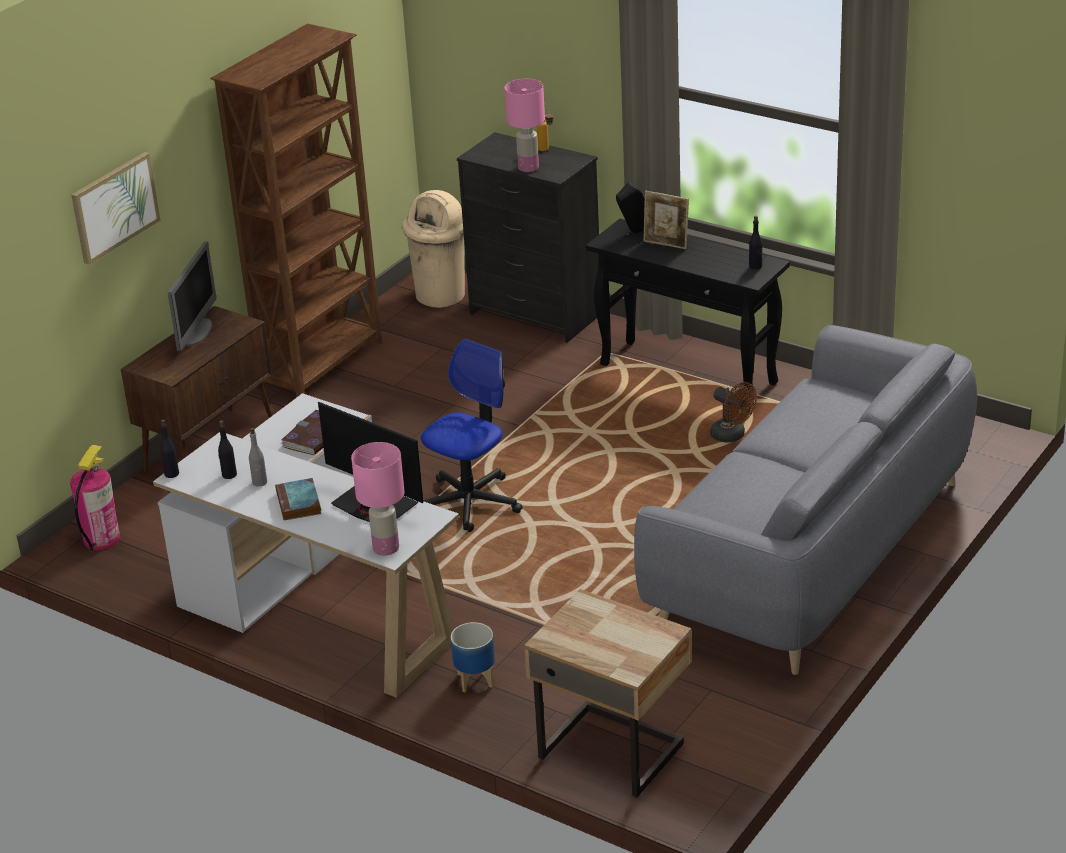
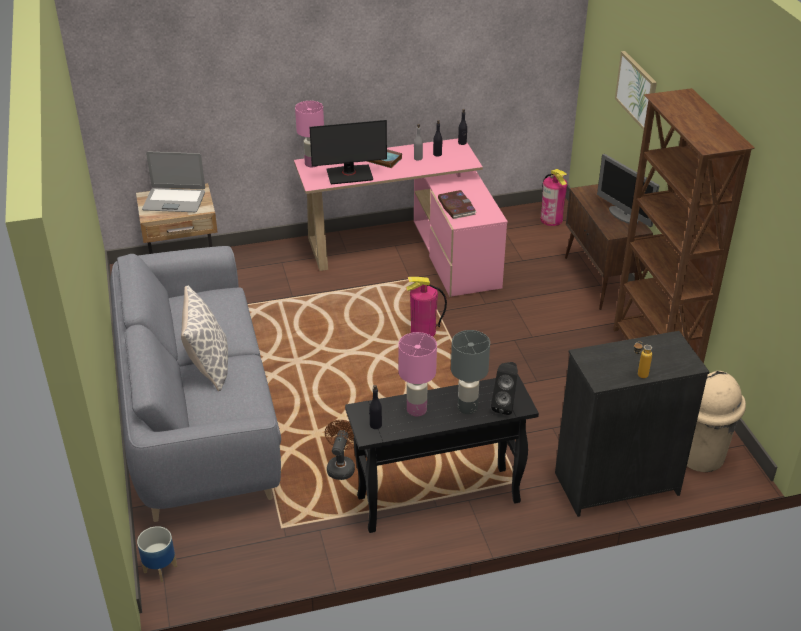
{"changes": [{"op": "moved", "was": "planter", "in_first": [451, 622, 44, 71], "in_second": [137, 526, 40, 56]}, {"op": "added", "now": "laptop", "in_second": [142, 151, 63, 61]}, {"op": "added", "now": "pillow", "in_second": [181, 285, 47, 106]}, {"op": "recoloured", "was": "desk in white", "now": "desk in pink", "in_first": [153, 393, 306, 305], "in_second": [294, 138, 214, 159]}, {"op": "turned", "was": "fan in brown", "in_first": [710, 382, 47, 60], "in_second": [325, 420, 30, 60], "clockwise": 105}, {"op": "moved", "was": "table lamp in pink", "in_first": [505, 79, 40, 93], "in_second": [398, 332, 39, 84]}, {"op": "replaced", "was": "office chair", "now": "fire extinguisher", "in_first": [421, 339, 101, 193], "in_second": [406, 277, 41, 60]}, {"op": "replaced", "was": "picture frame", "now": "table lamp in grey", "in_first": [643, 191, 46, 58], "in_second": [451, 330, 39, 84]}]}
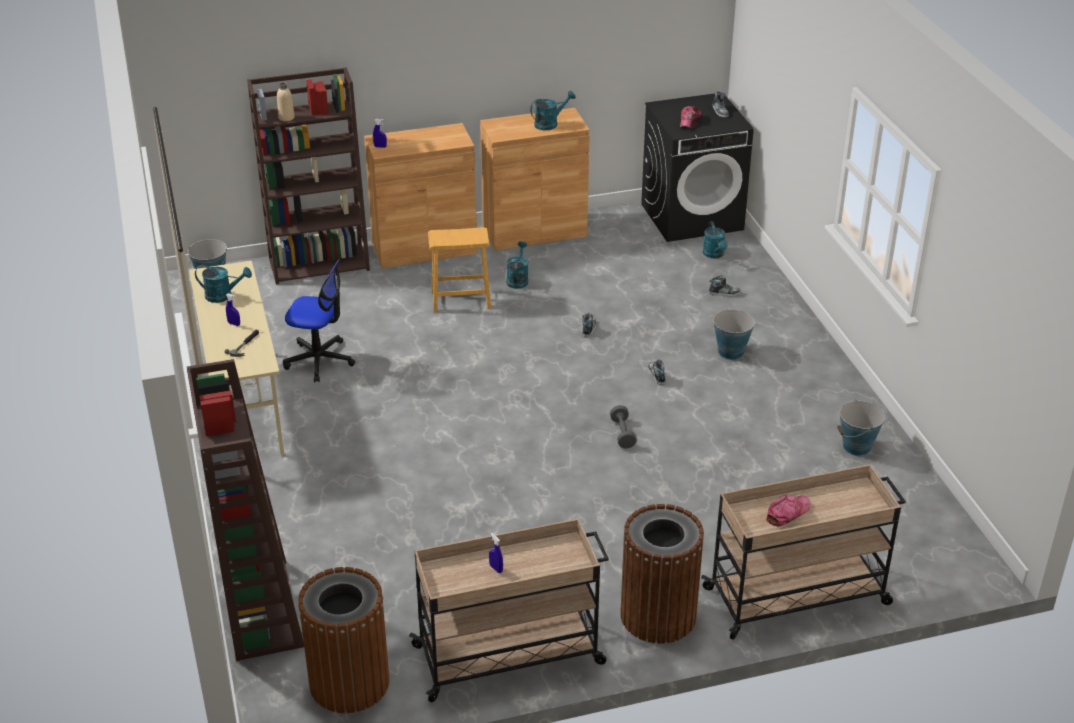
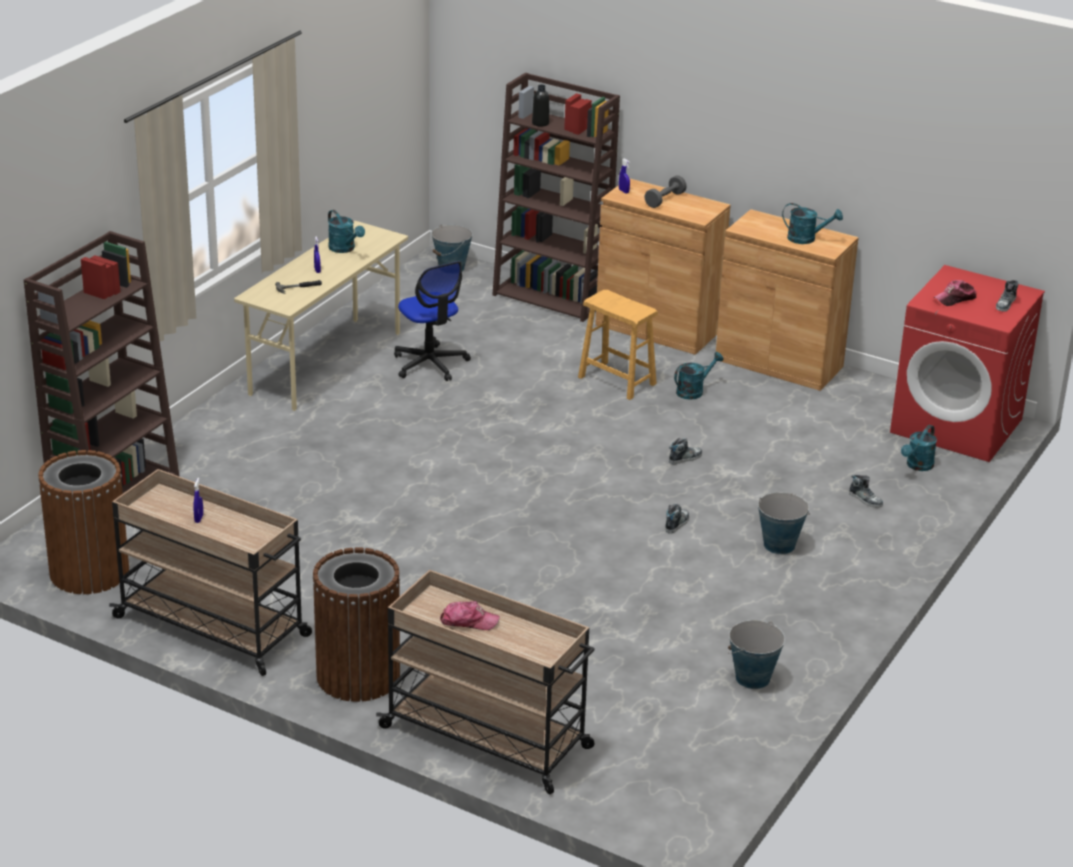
{"changes": [{"op": "recoloured", "was": "bottle in beige", "now": "bottle in black", "in_first": [277, 83, 18, 38], "in_second": [532, 84, 17, 43]}, {"op": "moved", "was": "dumbbell in grey", "in_first": [610, 405, 27, 43], "in_second": [644, 175, 43, 33]}, {"op": "recoloured", "was": "washing machine in black", "now": "washing machine in red", "in_first": [641, 93, 113, 149], "in_second": [890, 265, 155, 197]}]}
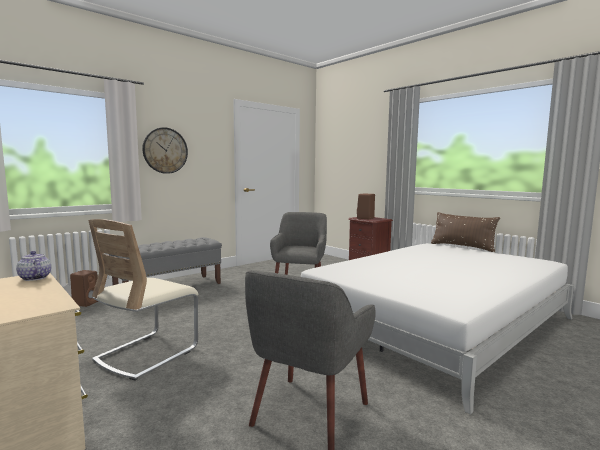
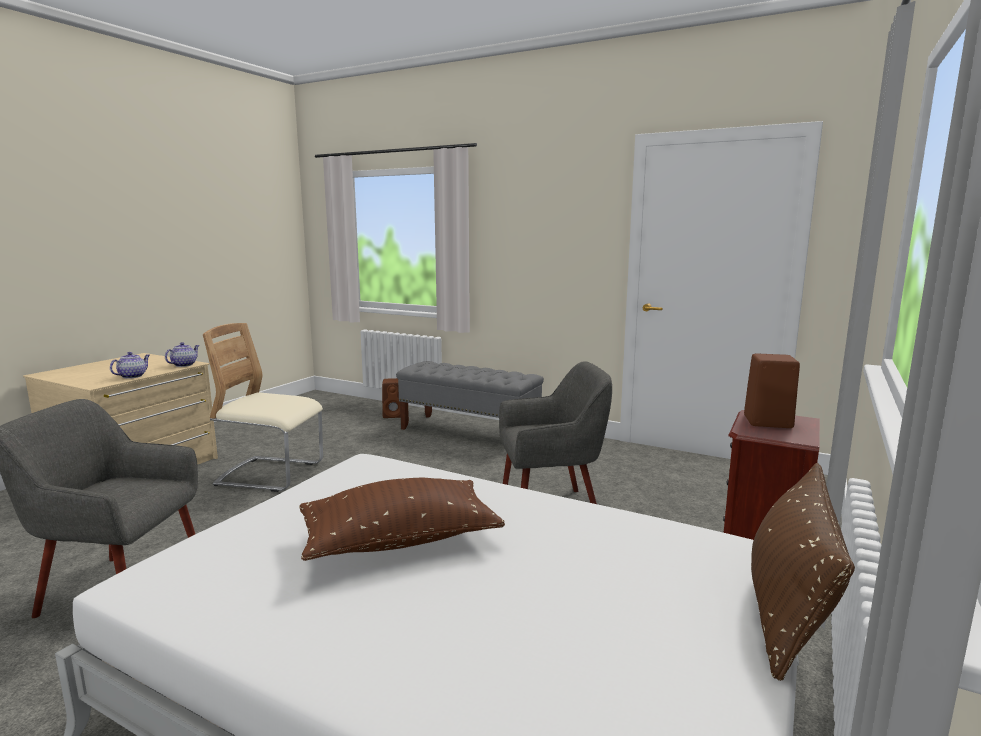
{"changes": [{"op": "added", "now": "teapot", "in_second": [110, 352, 40, 27]}, {"op": "added", "now": "pillow in brown", "in_second": [299, 478, 206, 83]}, {"op": "removed", "was": "wall clock", "in_first": [142, 127, 46, 47]}]}
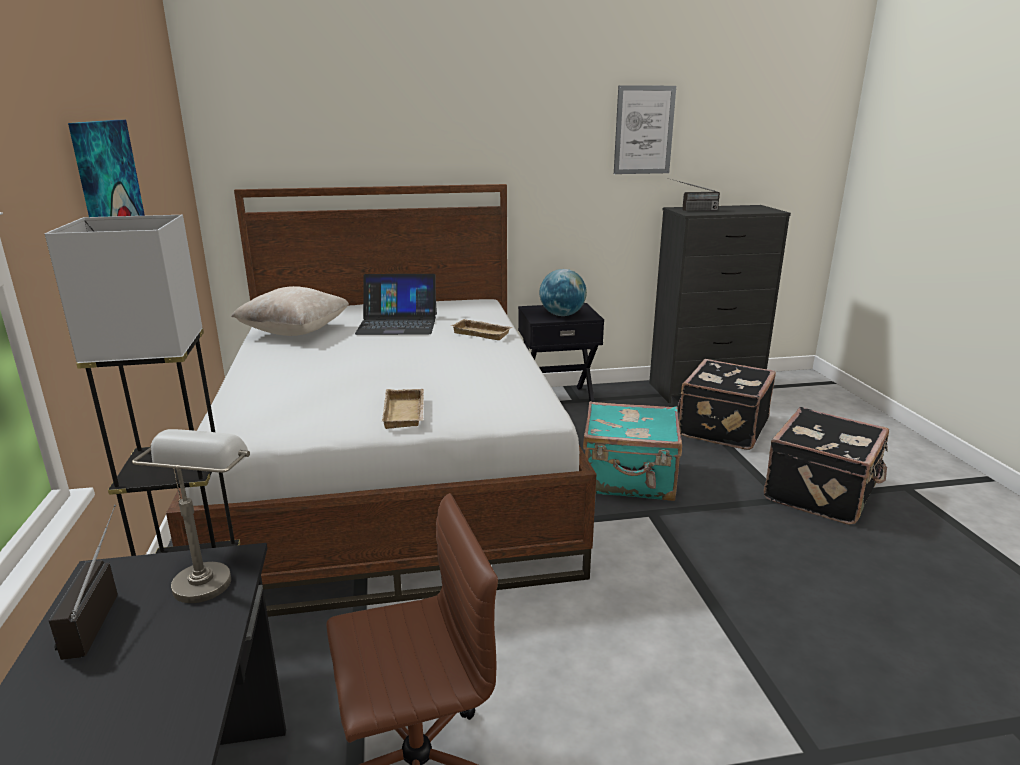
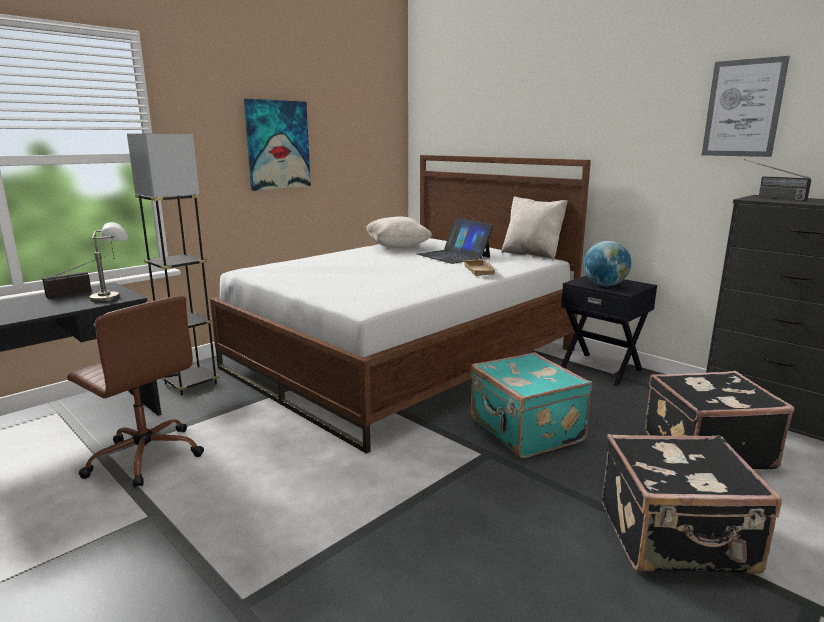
{"changes": [{"op": "added", "now": "pillow in beige", "in_second": [501, 196, 67, 64]}, {"op": "removed", "was": "tray in beige", "in_first": [382, 389, 42, 40]}]}
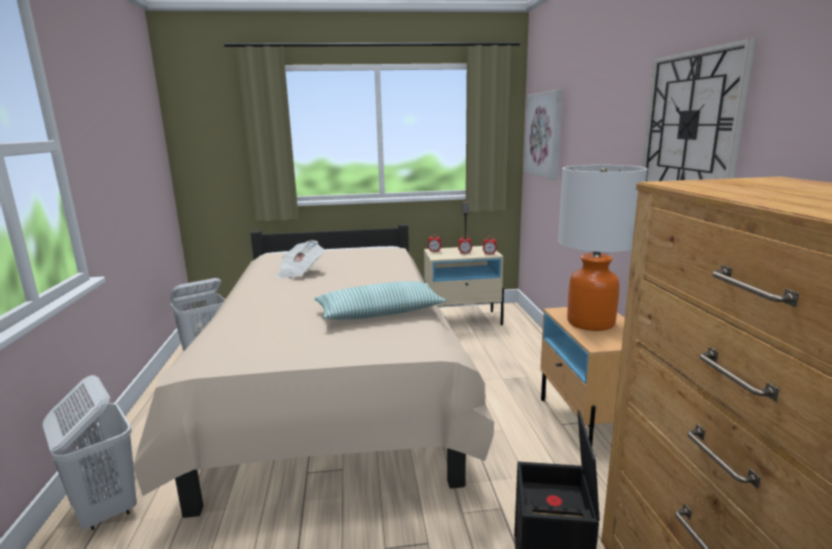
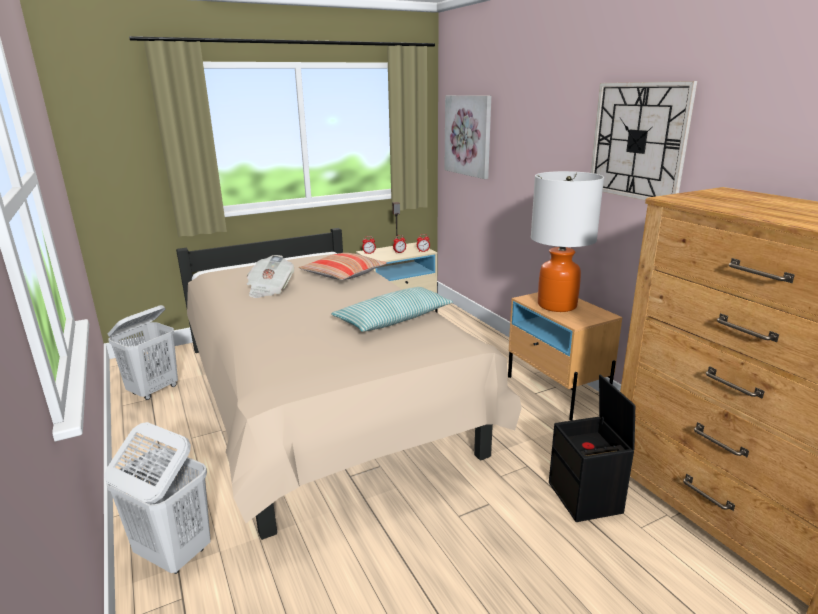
{"changes": [{"op": "added", "now": "pillow", "in_second": [299, 253, 88, 27]}]}
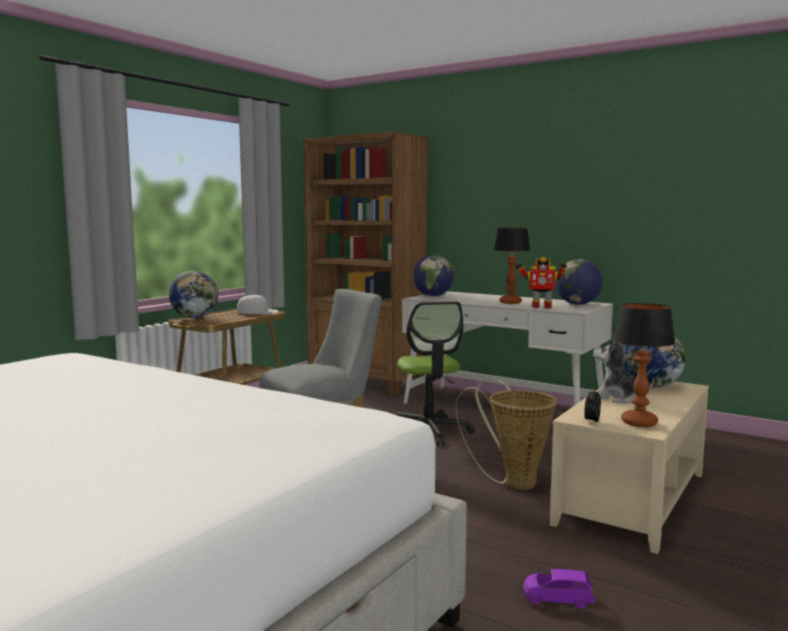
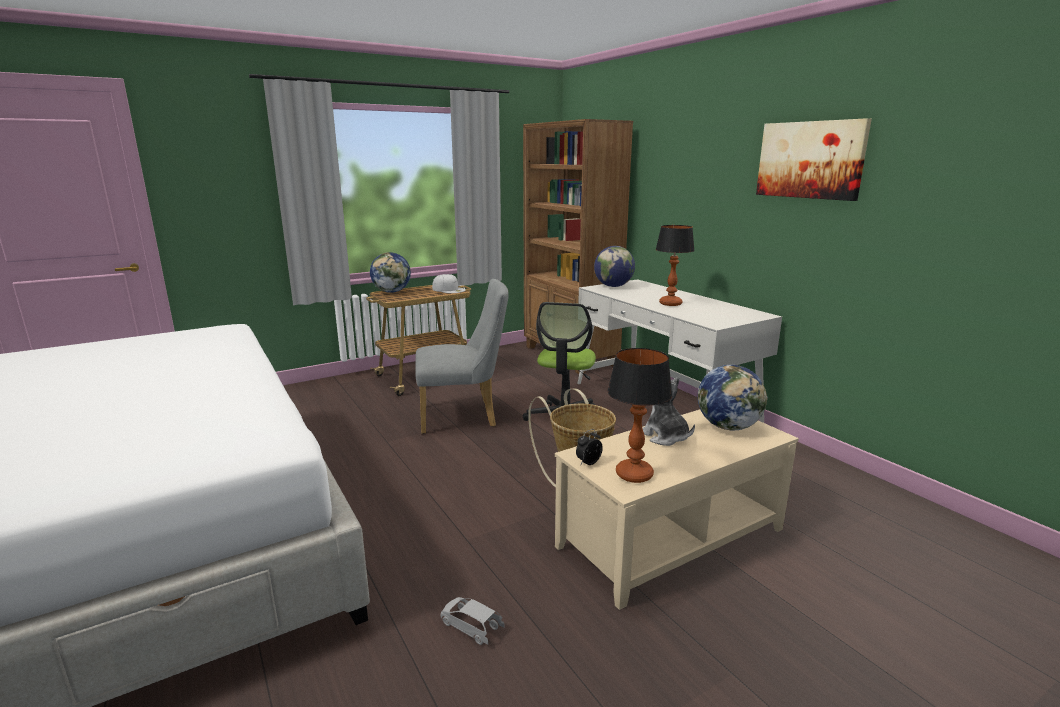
{"changes": [{"op": "recoloured", "was": "toy car in purple", "now": "toy car in grey", "in_first": [523, 569, 72, 40], "in_second": [441, 597, 63, 48]}, {"op": "added", "now": "picture", "in_second": [756, 118, 116, 83]}, {"op": "removed", "was": "toy robot", "in_first": [515, 257, 52, 52]}, {"op": "removed", "was": "globe", "in_first": [555, 259, 47, 46]}]}
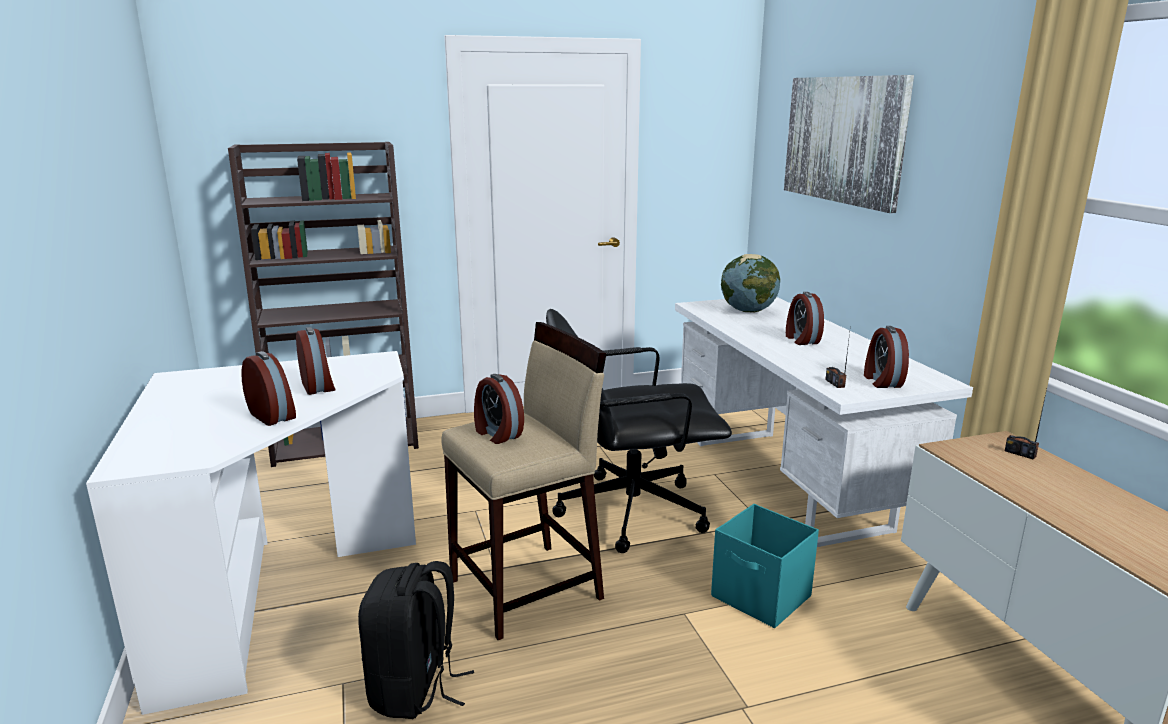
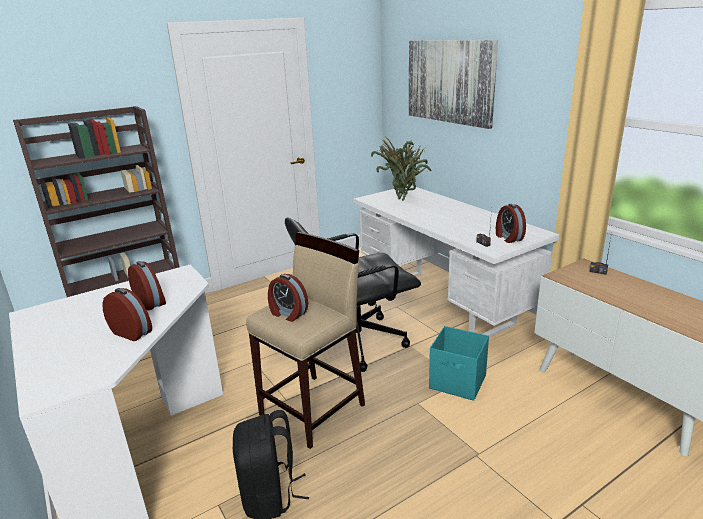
{"changes": [{"op": "replaced", "was": "globe", "now": "potted plant", "in_first": [721, 254, 59, 59], "in_second": [371, 138, 61, 63]}, {"op": "removed", "was": "alarm clock", "in_first": [786, 292, 38, 53]}]}
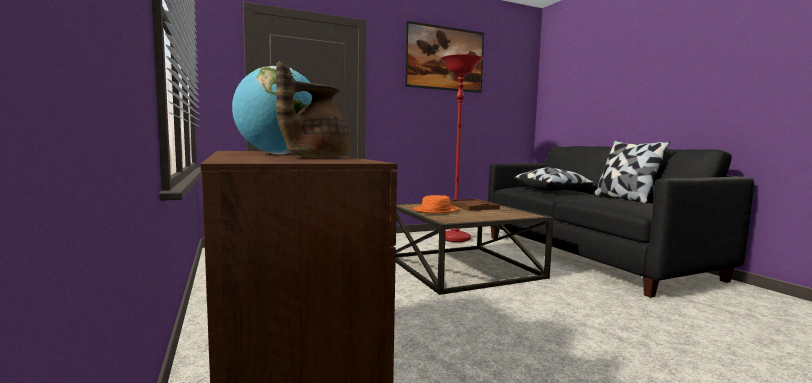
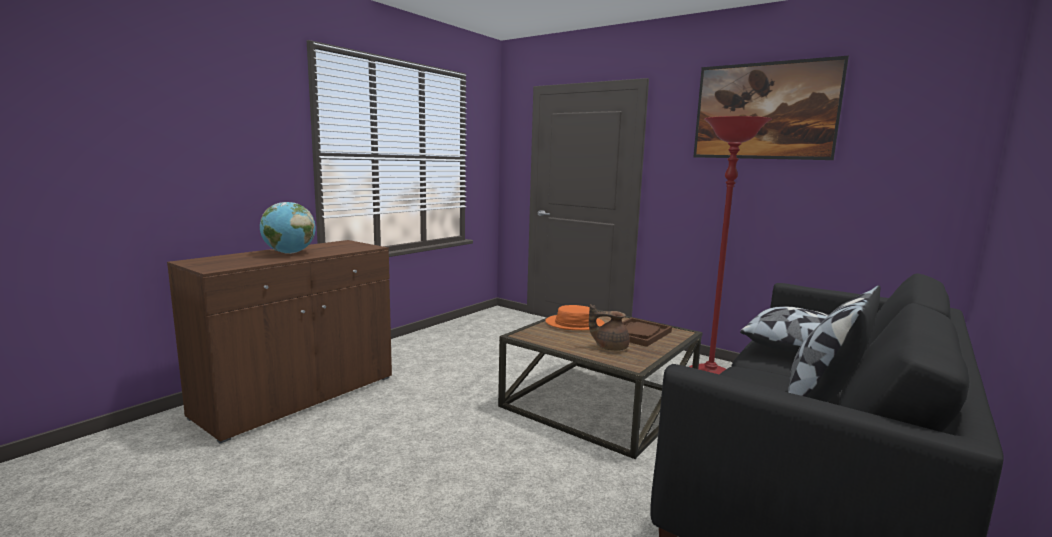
{"changes": [{"op": "moved", "was": "teapot in brown", "in_first": [276, 61, 75, 97], "in_second": [589, 304, 41, 47]}]}
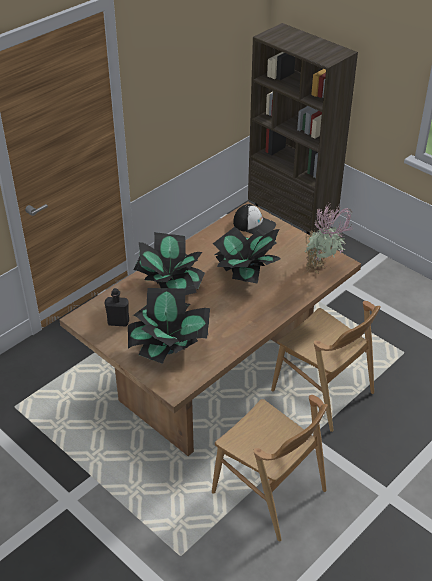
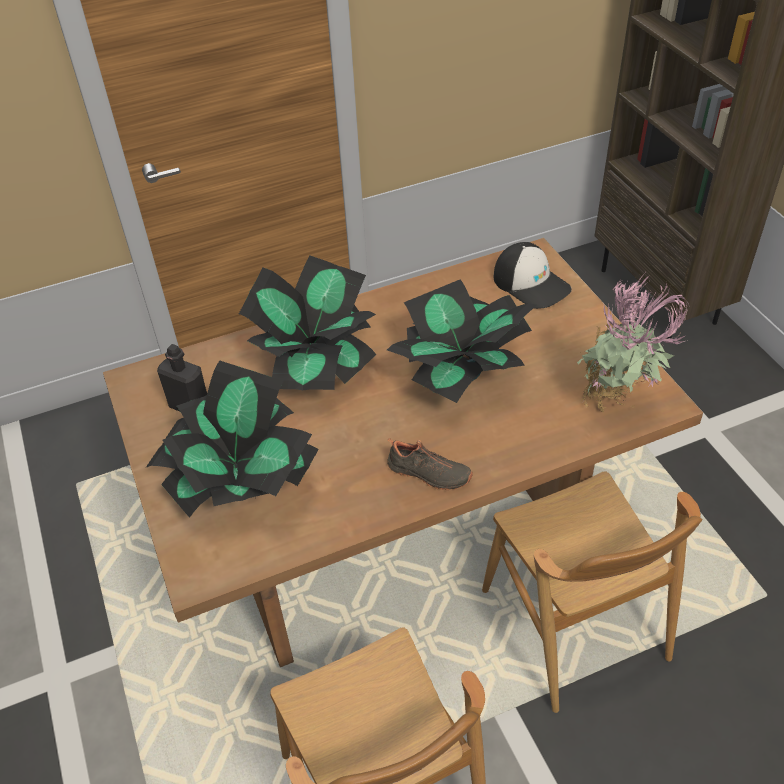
{"changes": [{"op": "added", "now": "shoe in black", "in_second": [387, 438, 86, 52]}]}
